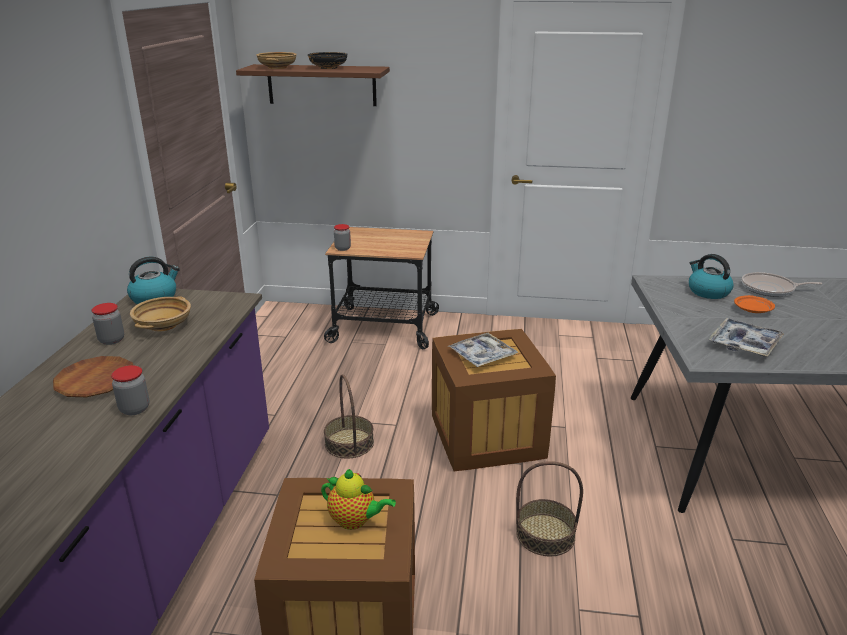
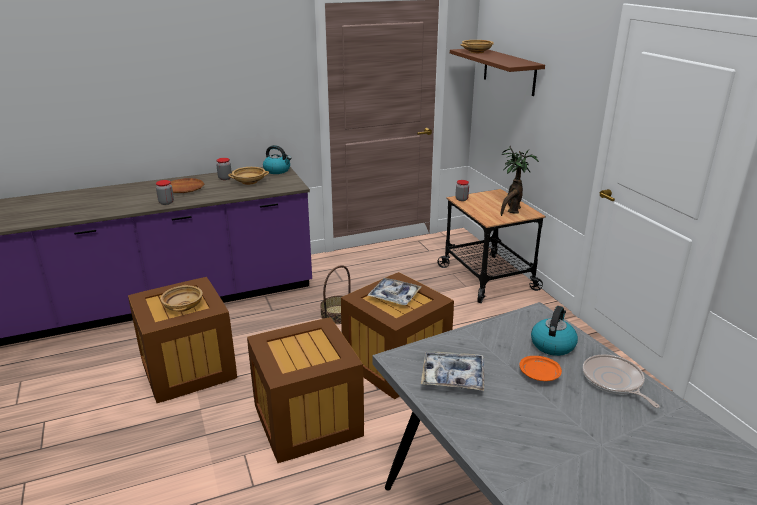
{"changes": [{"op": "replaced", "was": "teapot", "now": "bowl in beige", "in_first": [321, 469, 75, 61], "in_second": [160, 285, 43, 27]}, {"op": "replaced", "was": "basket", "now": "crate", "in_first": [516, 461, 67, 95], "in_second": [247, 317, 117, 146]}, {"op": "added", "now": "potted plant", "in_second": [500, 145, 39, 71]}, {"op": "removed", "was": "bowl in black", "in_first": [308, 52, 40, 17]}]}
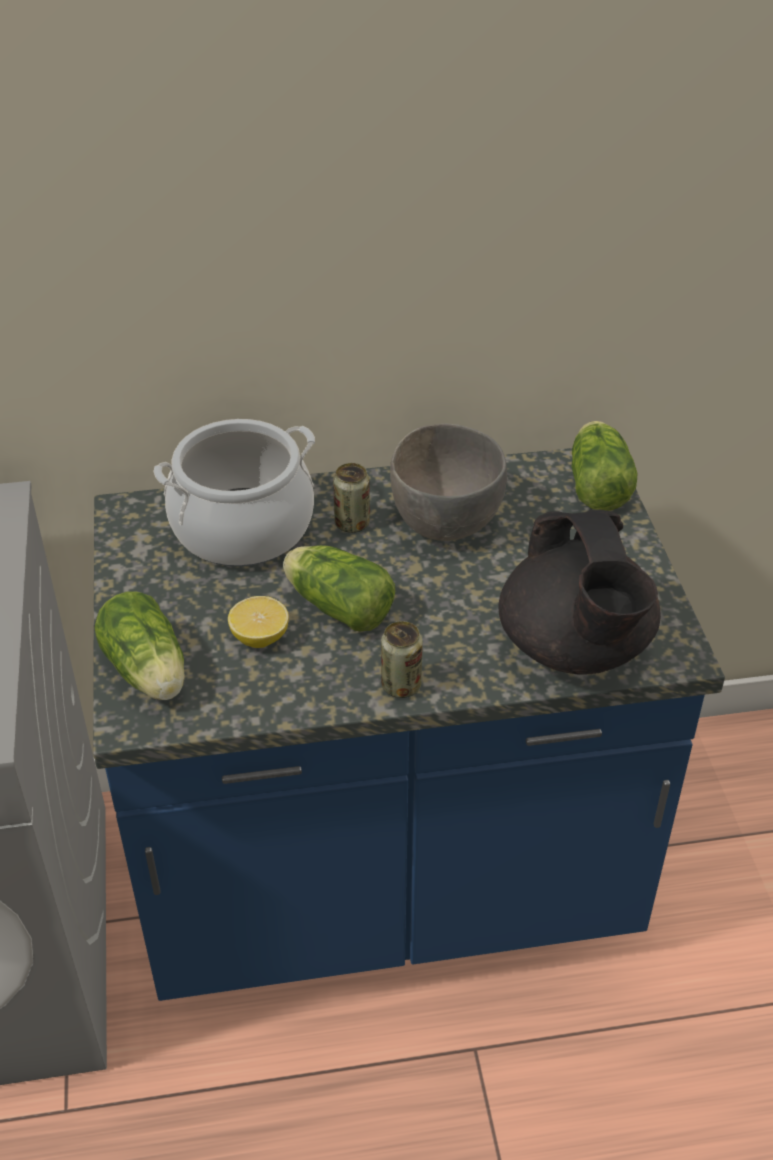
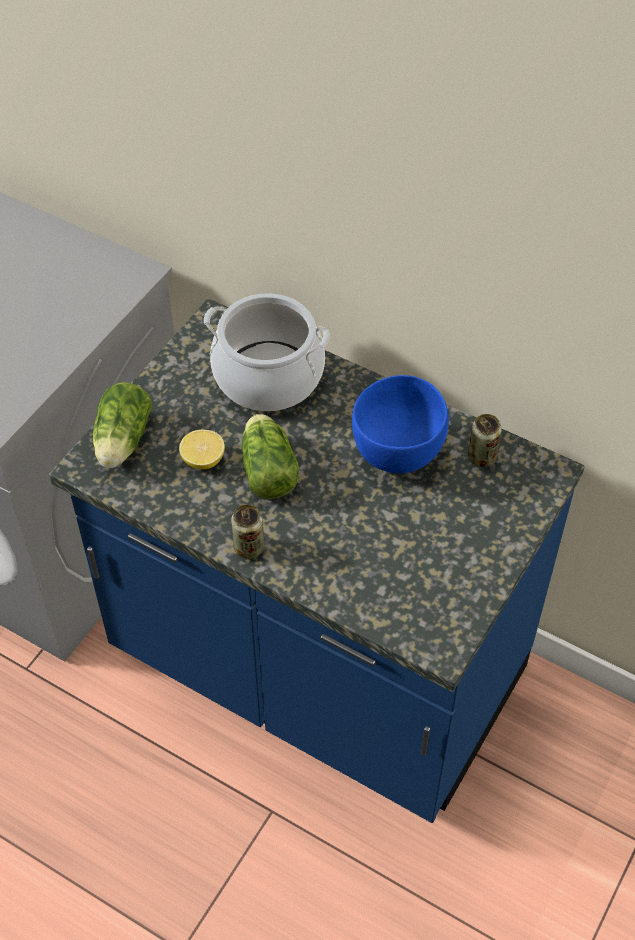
{"changes": [{"op": "recoloured", "was": "bowl in grey", "now": "bowl in blue", "in_first": [390, 424, 117, 117], "in_second": [352, 375, 97, 98]}, {"op": "moved", "was": "can", "in_first": [333, 463, 37, 70], "in_second": [468, 414, 34, 53]}, {"op": "removed", "was": "teapot in black", "in_first": [499, 510, 162, 165]}, {"op": "removed", "was": "lettuce", "in_first": [571, 421, 66, 90]}]}
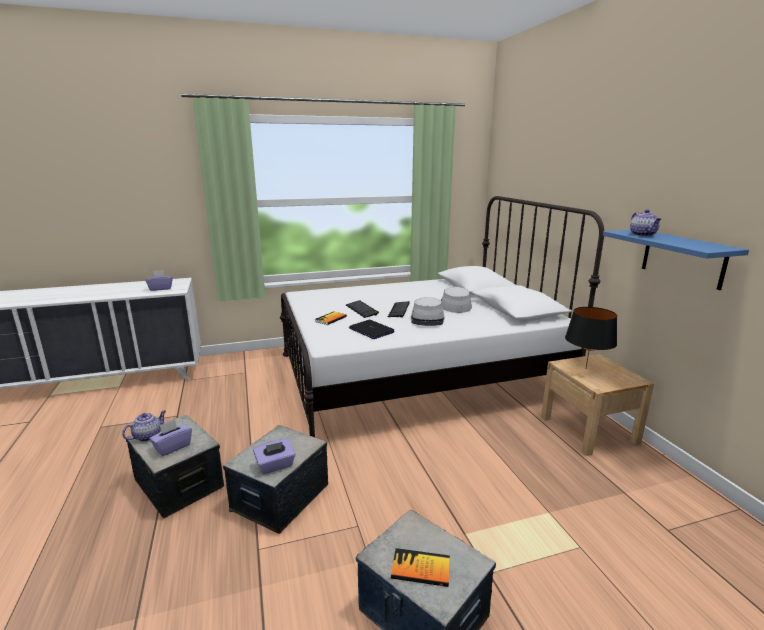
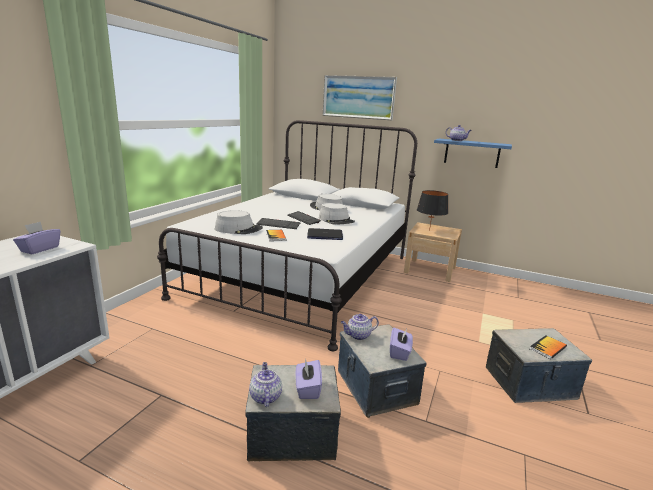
{"changes": [{"op": "added", "now": "hat in grey", "in_second": [215, 210, 48, 24]}, {"op": "added", "now": "picture", "in_second": [323, 75, 74, 45]}, {"op": "added", "now": "teapot", "in_second": [341, 314, 38, 26]}]}
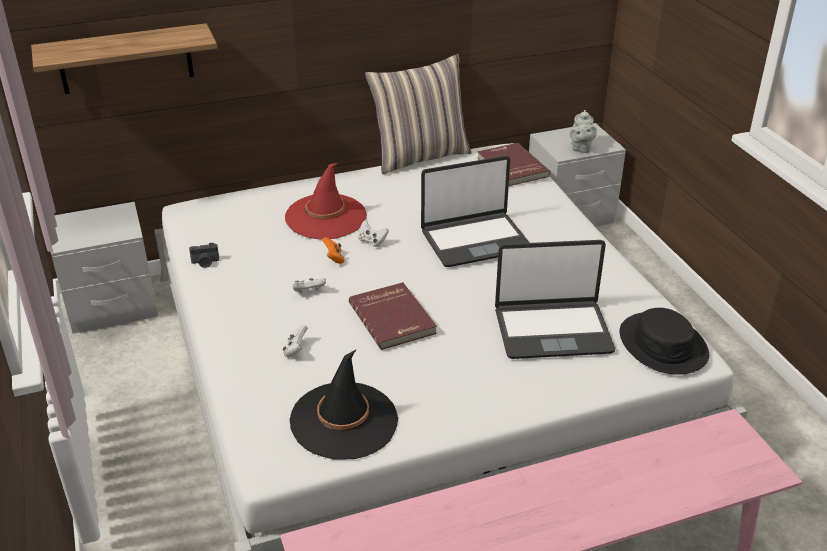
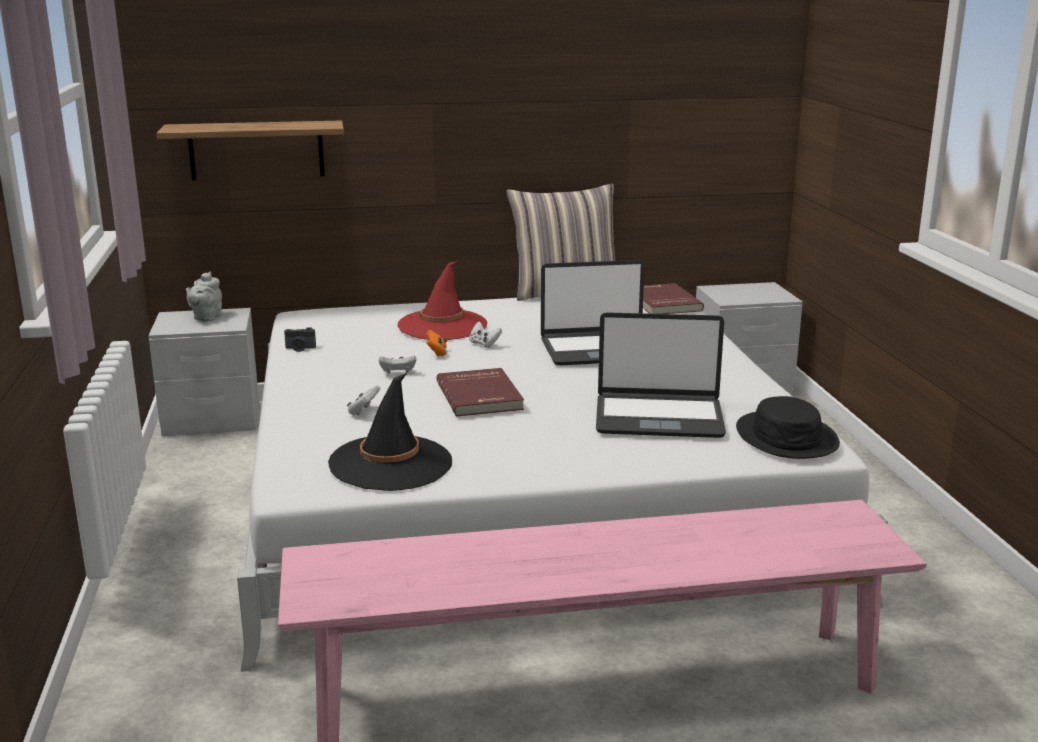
{"changes": [{"op": "moved", "was": "teapot in grey", "in_first": [570, 110, 27, 43], "in_second": [186, 271, 36, 51]}]}
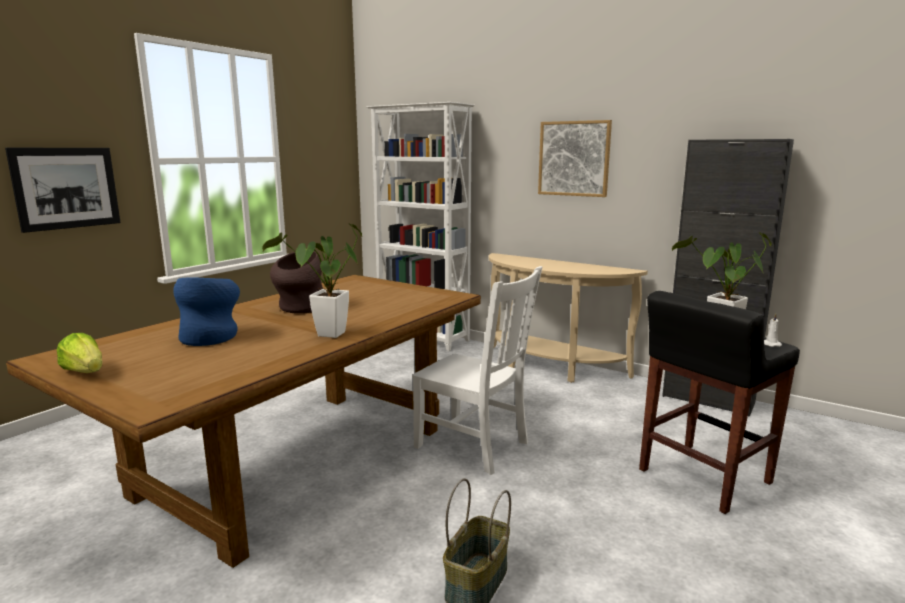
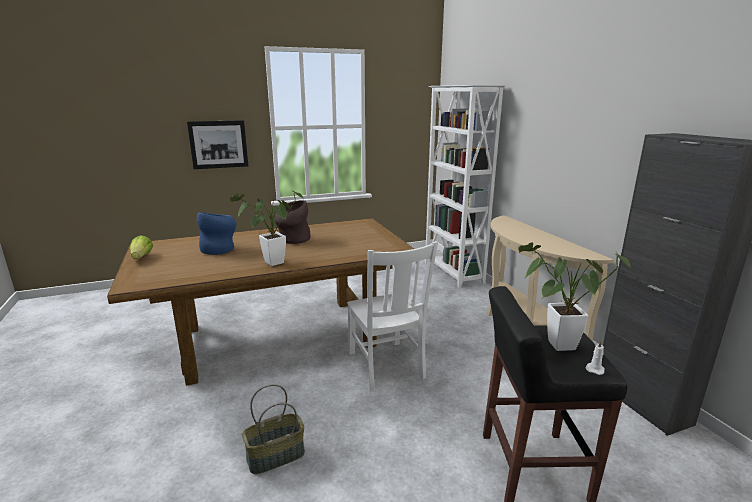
{"changes": [{"op": "removed", "was": "picture", "in_first": [538, 120, 74, 77]}]}
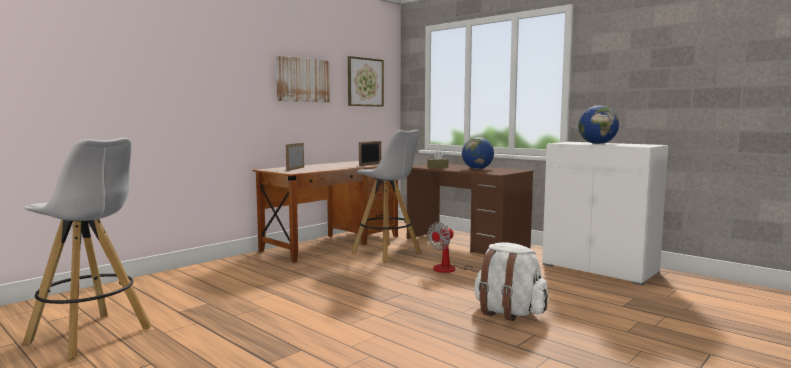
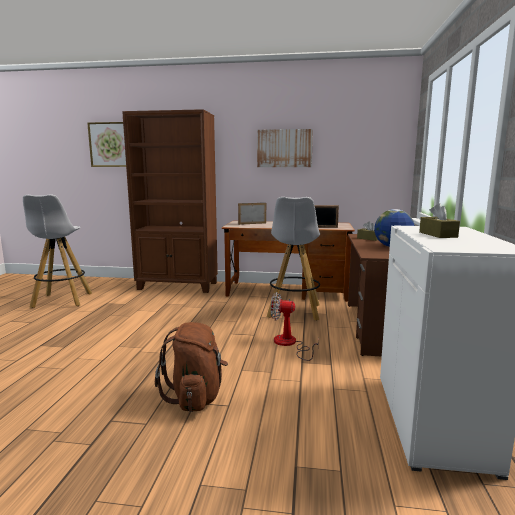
{"changes": [{"op": "moved", "was": "picture", "in_first": [348, 56, 36, 51], "in_second": [87, 122, 39, 45]}, {"op": "added", "now": "bookcase in brown", "in_second": [122, 109, 96, 184]}, {"op": "recoloured", "was": "backpack in white", "now": "backpack in brown", "in_first": [475, 243, 73, 78], "in_second": [155, 322, 73, 90]}, {"op": "replaced", "was": "globe", "now": "tissue box in brown", "in_first": [578, 105, 41, 39], "in_second": [419, 203, 41, 35]}]}
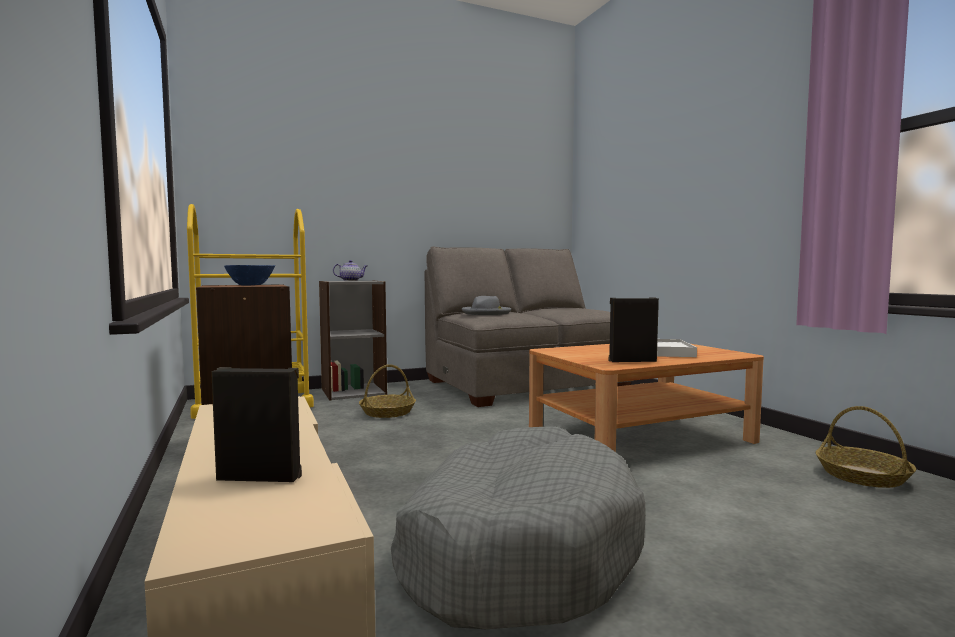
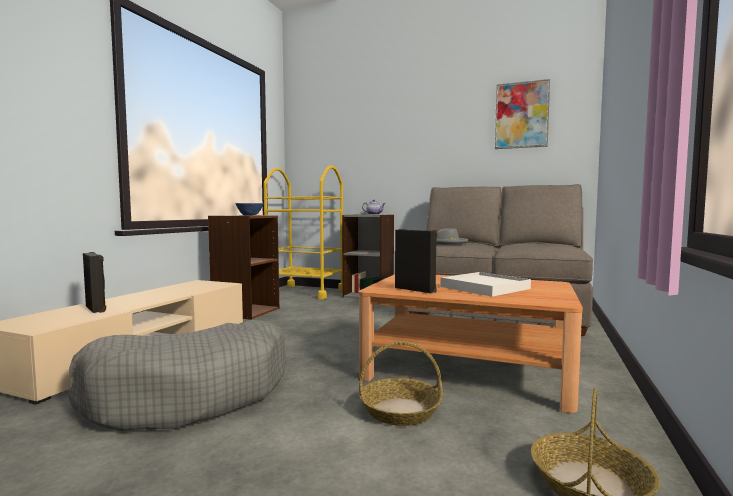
{"changes": [{"op": "moved", "was": "basket", "in_first": [359, 364, 57, 54], "in_second": [359, 341, 84, 85]}, {"op": "added", "now": "picture", "in_second": [495, 79, 55, 70]}]}
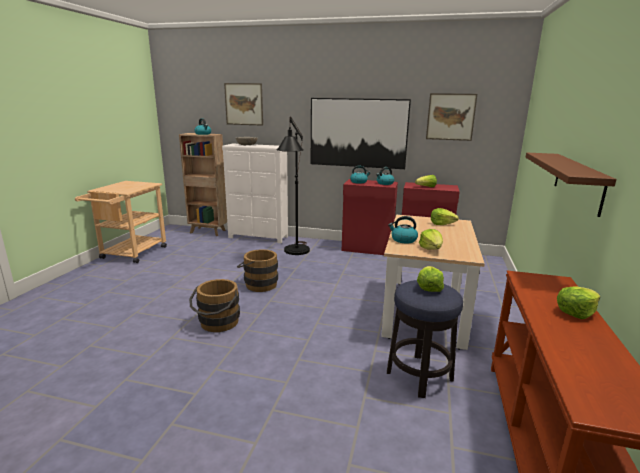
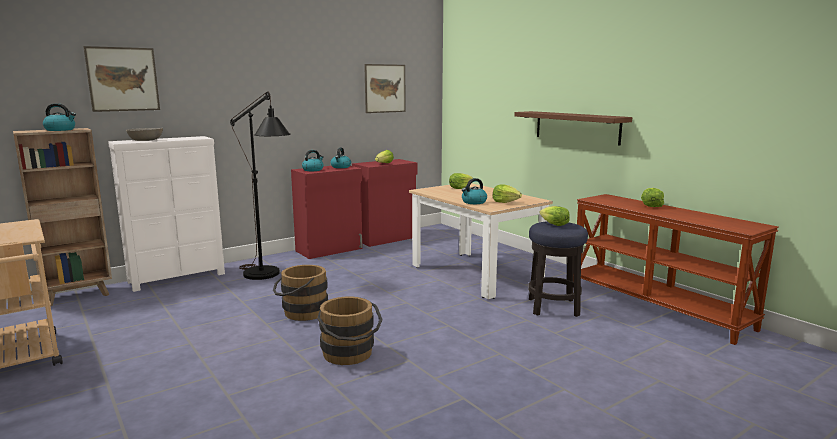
{"changes": [{"op": "removed", "was": "picture", "in_first": [311, 98, 100, 71]}]}
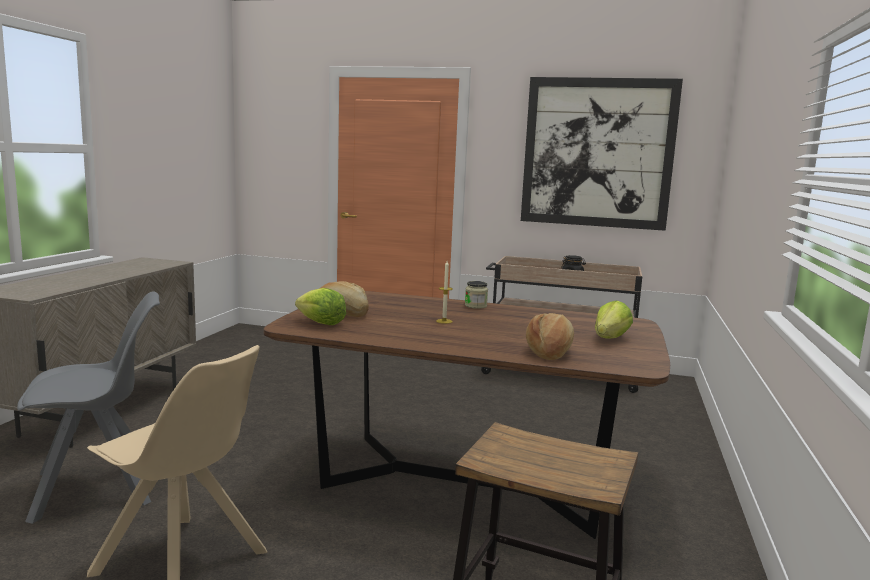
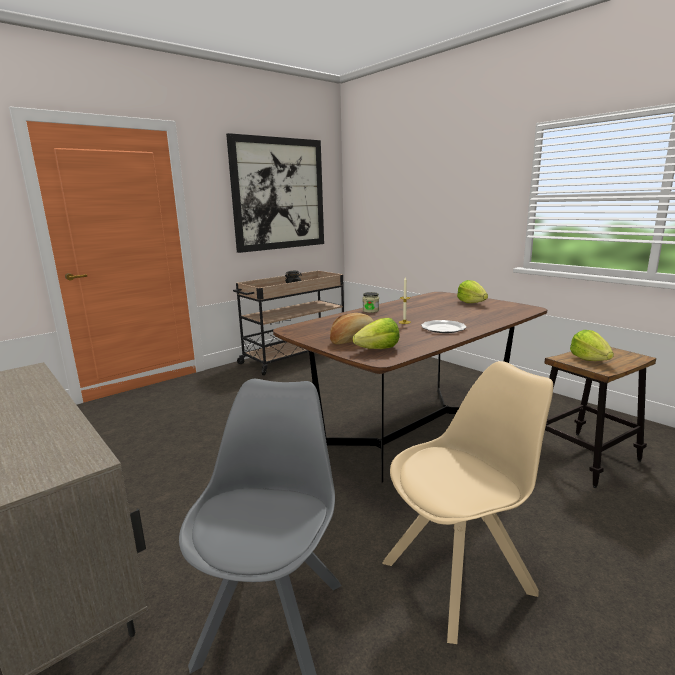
{"changes": [{"op": "added", "now": "plate", "in_second": [421, 320, 46, 13]}, {"op": "added", "now": "lettuce", "in_second": [570, 330, 44, 31]}, {"op": "removed", "was": "bread", "in_first": [526, 313, 48, 47]}]}
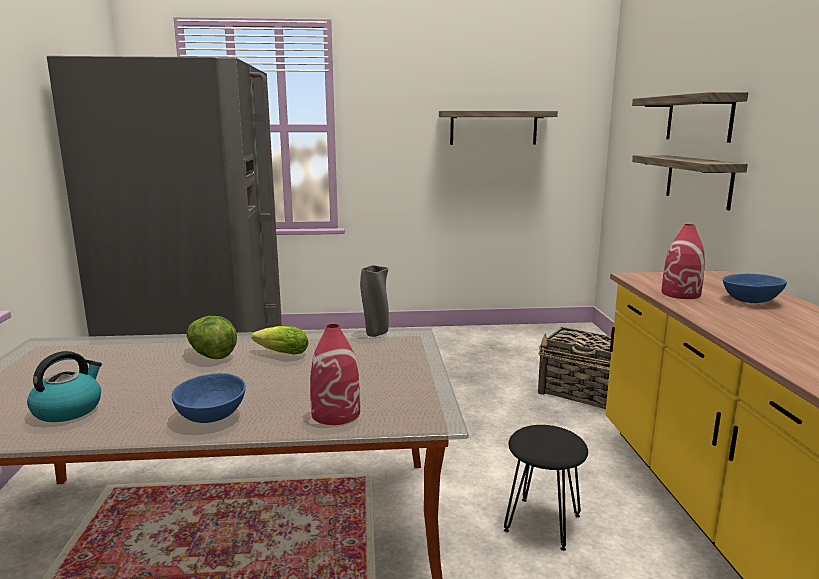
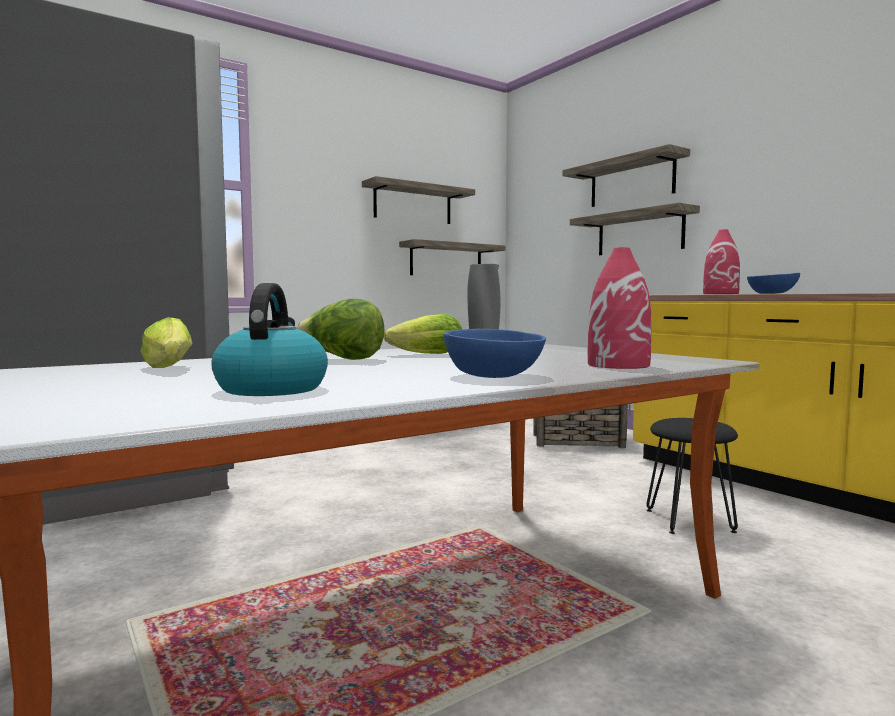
{"changes": [{"op": "added", "now": "lettuce", "in_second": [140, 317, 52, 51]}, {"op": "added", "now": "shelf", "in_second": [399, 239, 106, 36]}]}
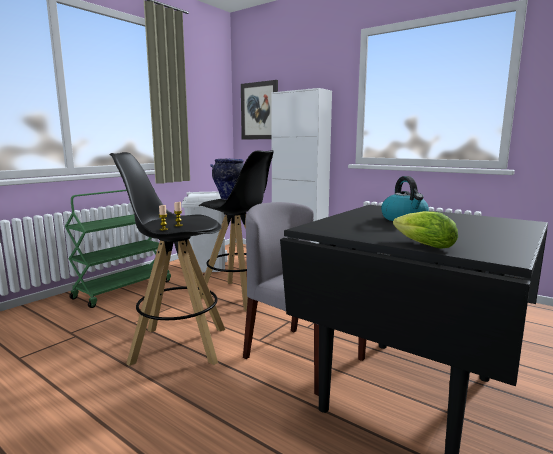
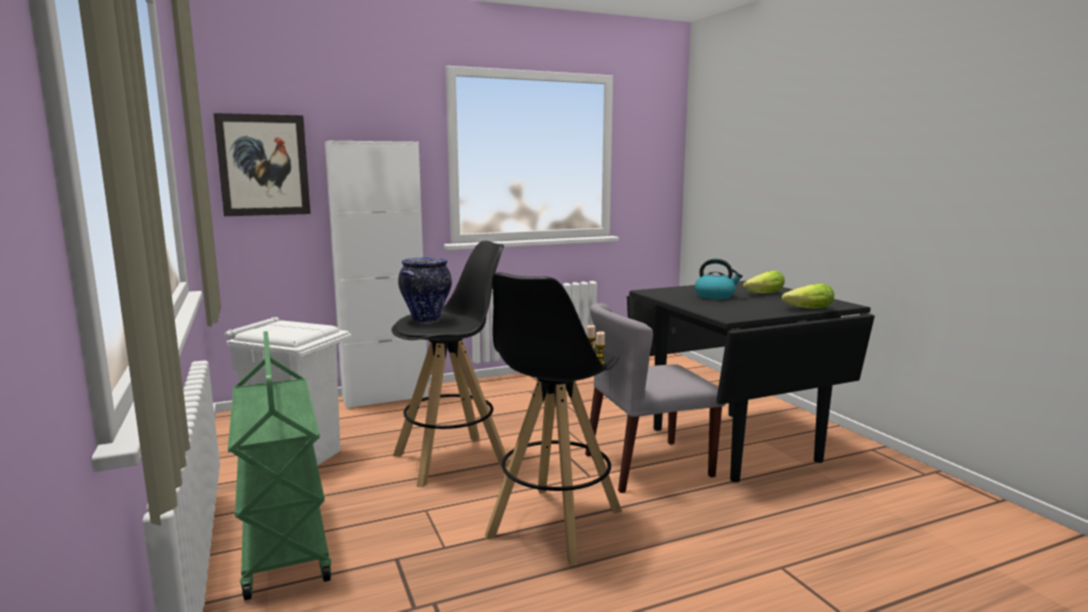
{"changes": [{"op": "added", "now": "lettuce", "in_second": [743, 271, 42, 22]}]}
